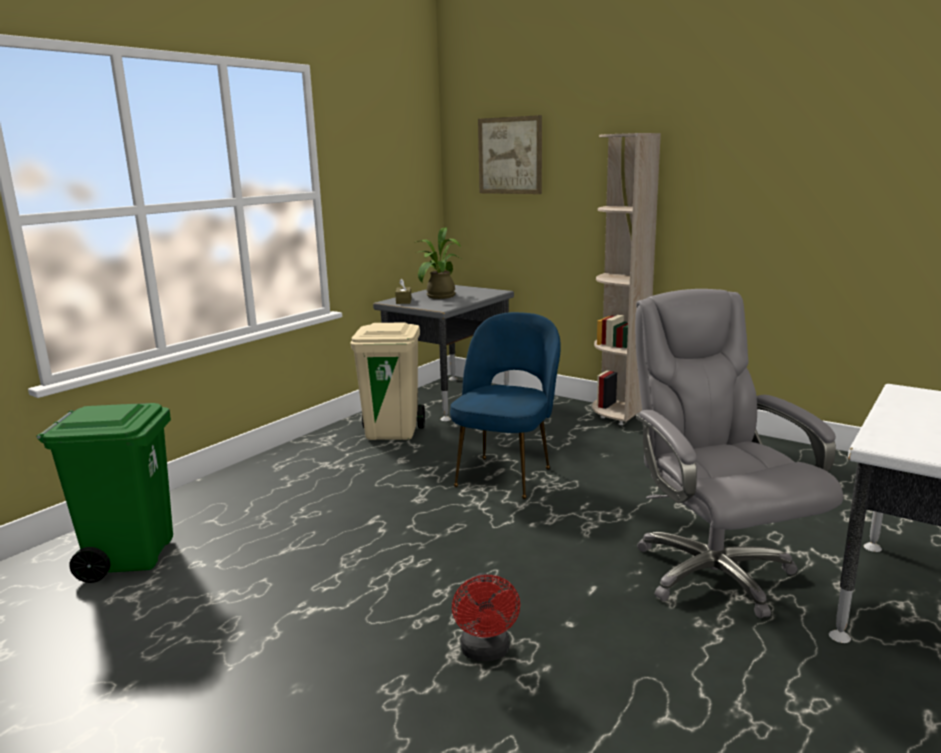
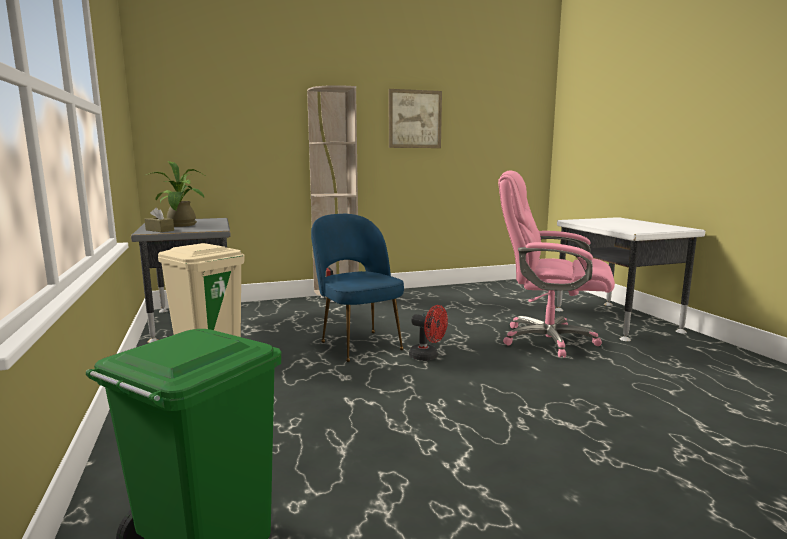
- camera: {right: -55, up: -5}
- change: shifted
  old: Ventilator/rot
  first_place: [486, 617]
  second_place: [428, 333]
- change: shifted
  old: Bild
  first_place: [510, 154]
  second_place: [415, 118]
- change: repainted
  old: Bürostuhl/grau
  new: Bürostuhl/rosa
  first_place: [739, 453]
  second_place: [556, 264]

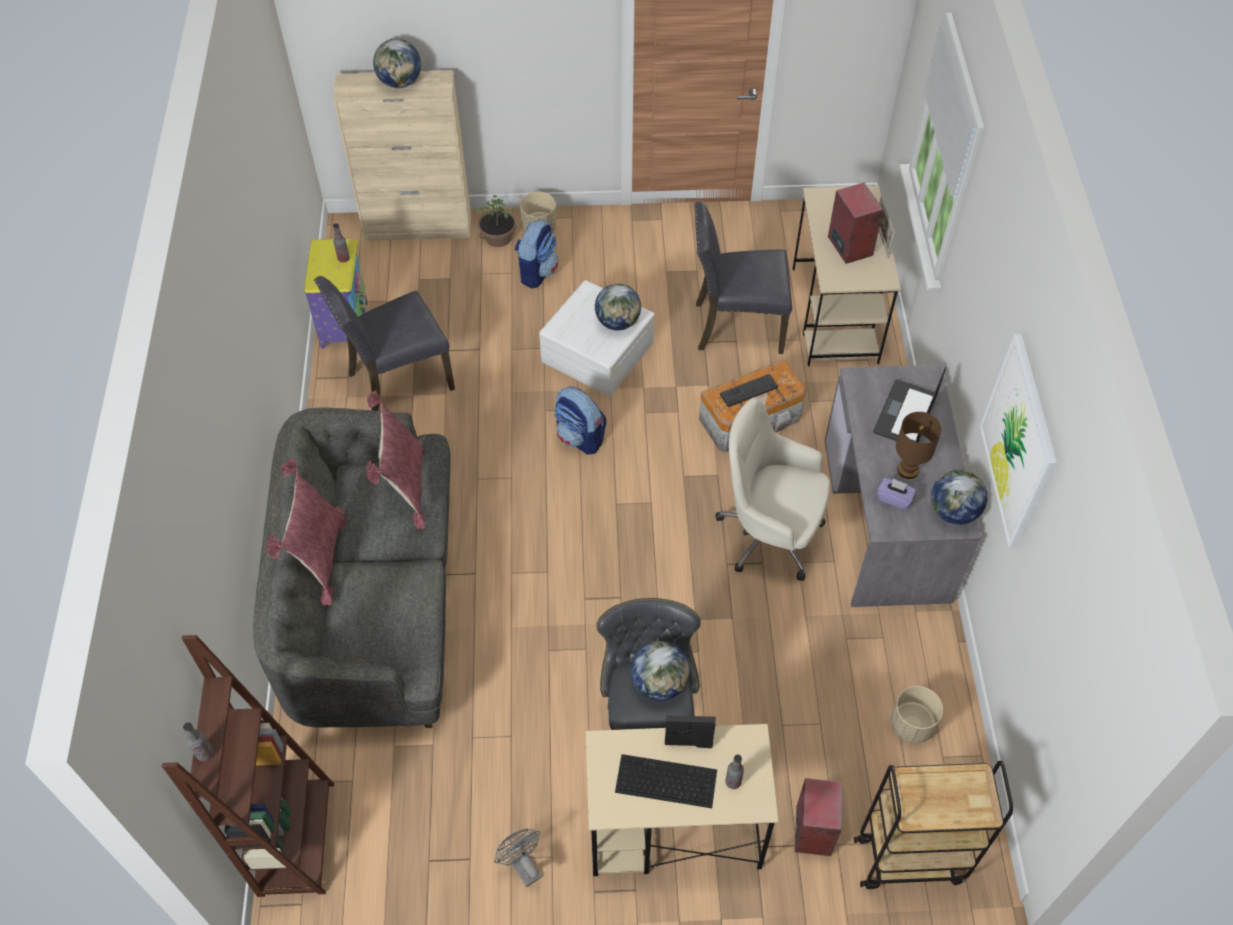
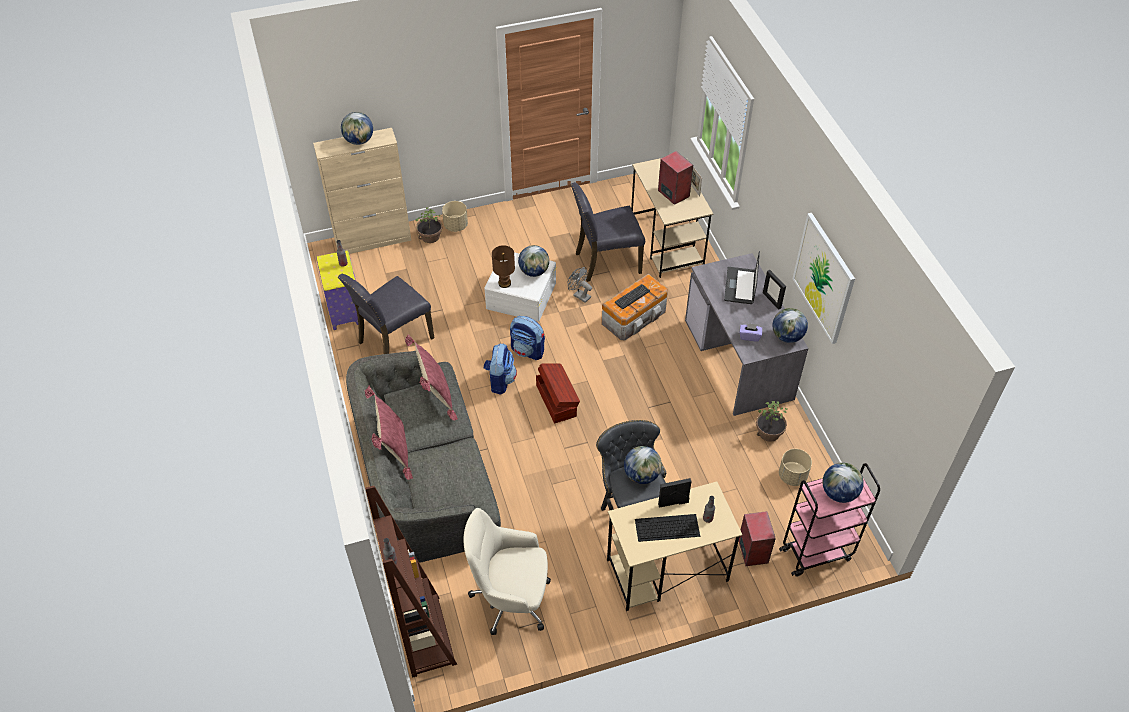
- camera: {right: -15, up: -5}
- change: shifted
  old: Ventilator/grau
  first_place: [517, 858]
  second_place: [580, 285]
- change: shifted
  old: Rucksack
  first_place: [536, 254]
  second_place: [500, 369]
- change: shifted
  old: Bürostuhl/beige
  first_place: [772, 489]
  second_place: [507, 571]
- change: repainted
  old: Rollwagen/braun
  new: Rollwagen/rosa
  first_place: [933, 825]
  second_place: [829, 520]
- change: shifted
  old: Tischlampe/braun
  first_place: [918, 445]
  second_place: [503, 266]
- change: new
  new: Aufbewahrungsbox/braun
  second_place: [558, 394]
- change: new
  new: Topfpflanze
  second_place: [771, 421]
- change: new
  new: Bilderrahmen
  second_place: [774, 290]
- change: new
  new: Globus
  second_place: [843, 482]

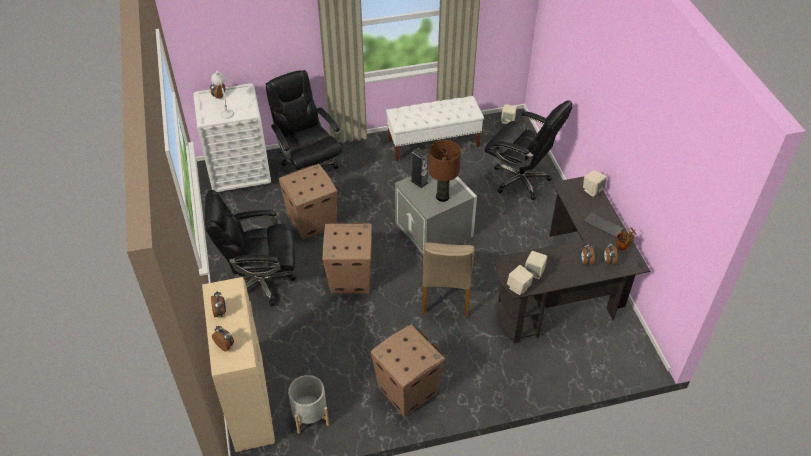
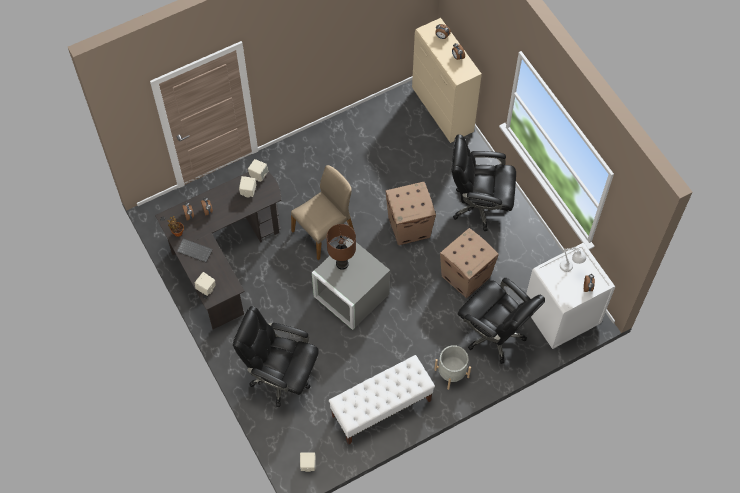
- camera: {right: 165, up: 15}
- change: rotated
  old: Bürostuhl/schwarz
  first_place: [250, 248]
  second_place: [484, 182]
  degrees: -150
- change: shifted
  old: Pflanzkübel/grau
  first_place: [308, 404]
  second_place: [452, 367]
- change: gone
  old: Karton
  first_place: [407, 370]
- change: gone
  old: Lautsprecher
  first_place: [419, 168]
- change: rotated
  old: Stuhl/beige
  first_place: [448, 279]
  second_place: [322, 212]
  degrees: 60

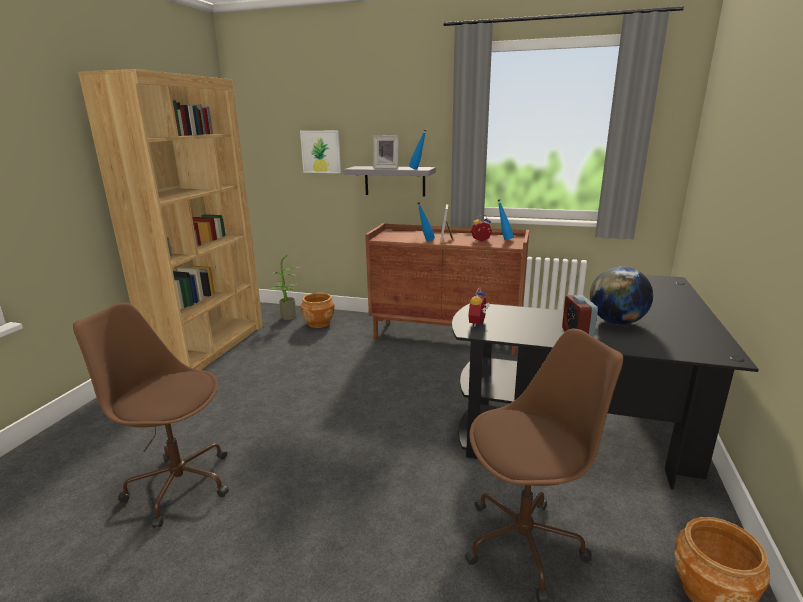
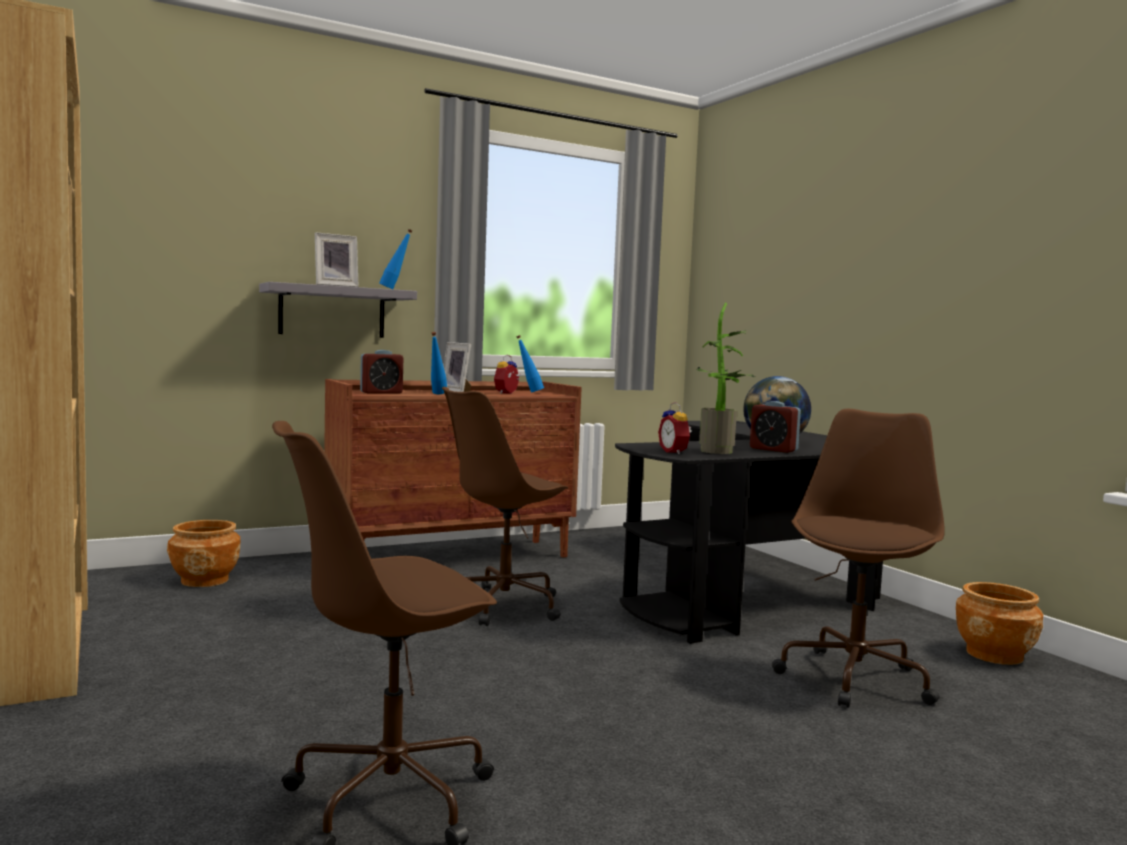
- camera: {right: -45, up: -15}
- change: shifted
  old: Topfpflanze
  first_place: [286, 287]
  second_place: [726, 378]
- change: gone
  old: Bild
  first_place: [320, 152]
- change: new
  new: Wecker
  second_place: [381, 372]
- change: new
  new: Bürostuhl/braun
  second_place: [505, 506]

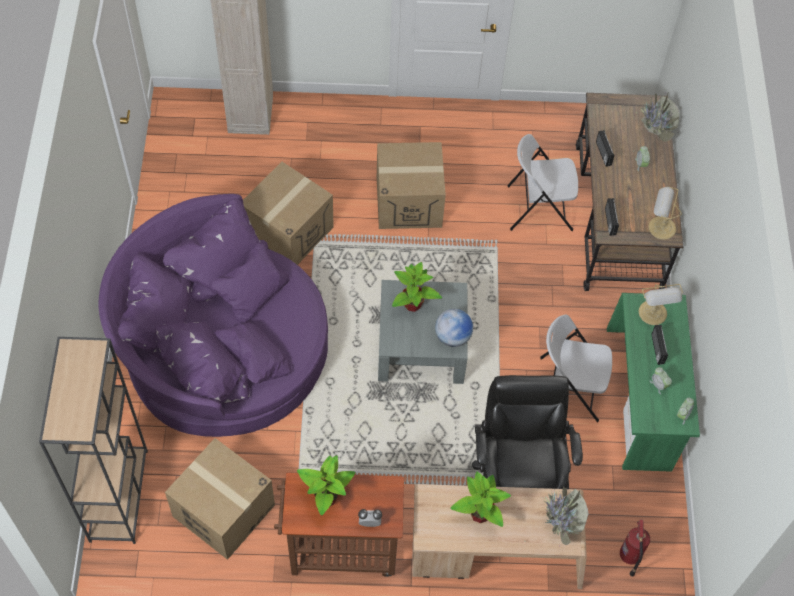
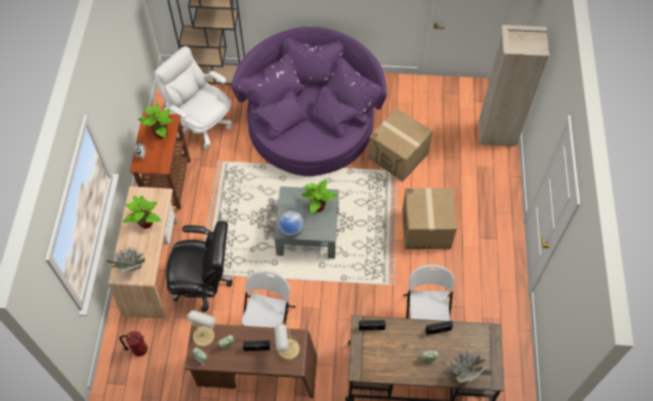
- camera: {right: 95, up: 0}
- change: swapped
  old: Karton
  new: Bürostuhl/weiß
  first_place: [220, 499]
  second_place: [193, 97]
- change: repainted
  old: Schreibtisch/grün
  new: Schreibtisch/braun
  first_place: [653, 382]
  second_place: [251, 360]
- change: shifted
  old: Tischlampe
  first_place: [665, 213]
  second_place: [200, 328]

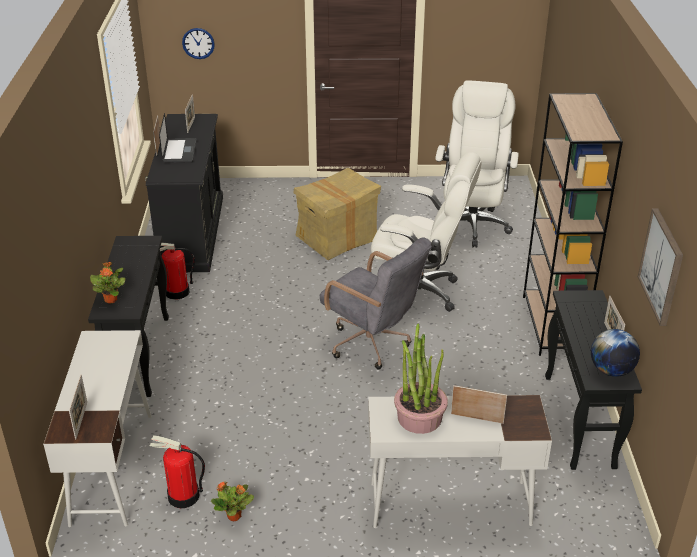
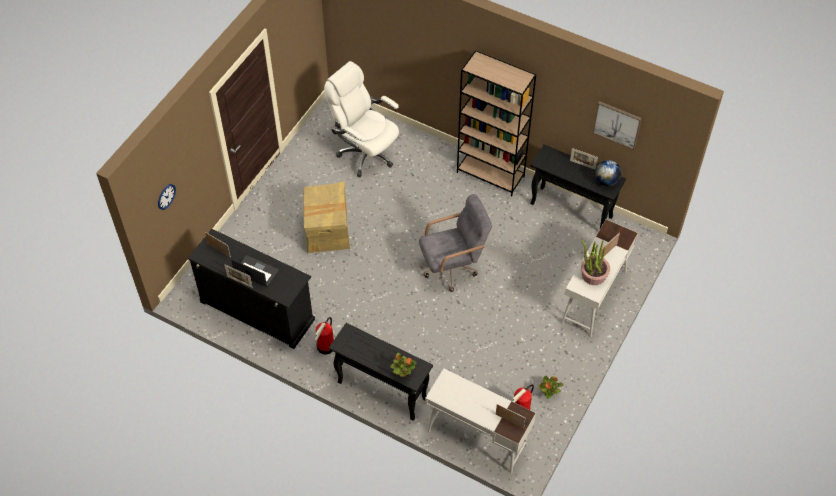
- camera: {right: -60, up: 20}
- change: gone
  old: Bürostuhl/weiß
  first_place: [426, 232]

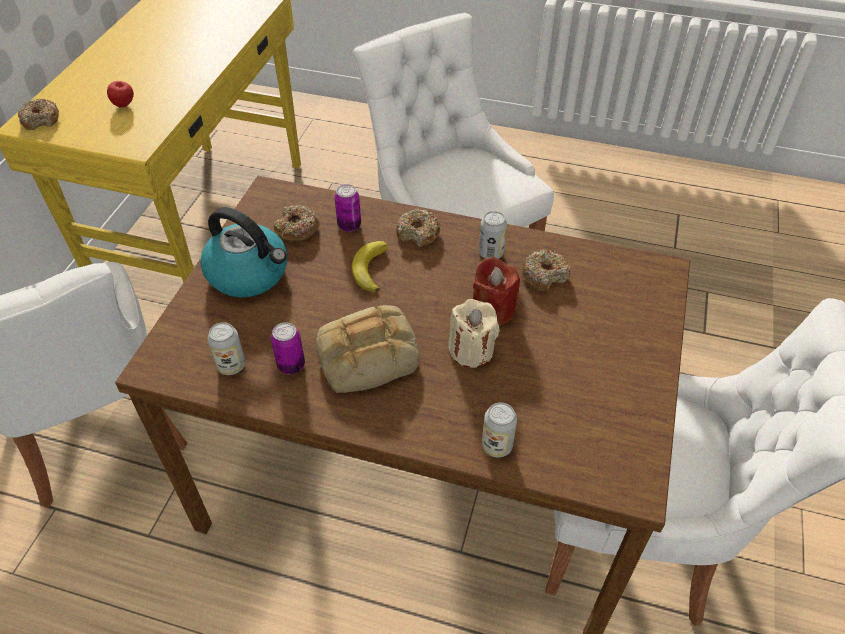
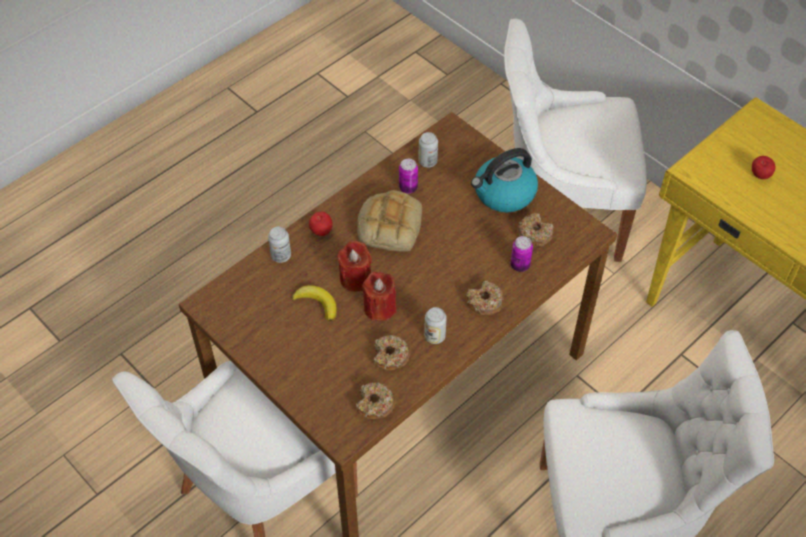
- camera: {right: 120, up: 5}
- change: shifted
  old: Donut
  first_place: [38, 114]
  second_place: [376, 400]
- change: shifted
  old: Banane
  first_place: [370, 266]
  second_place: [314, 303]
- change: repainted
  old: Kerze/beige
  new: Kerze/rot
  first_place: [474, 333]
  second_place: [354, 266]
- change: new
  new: Apfel
  second_place: [321, 224]

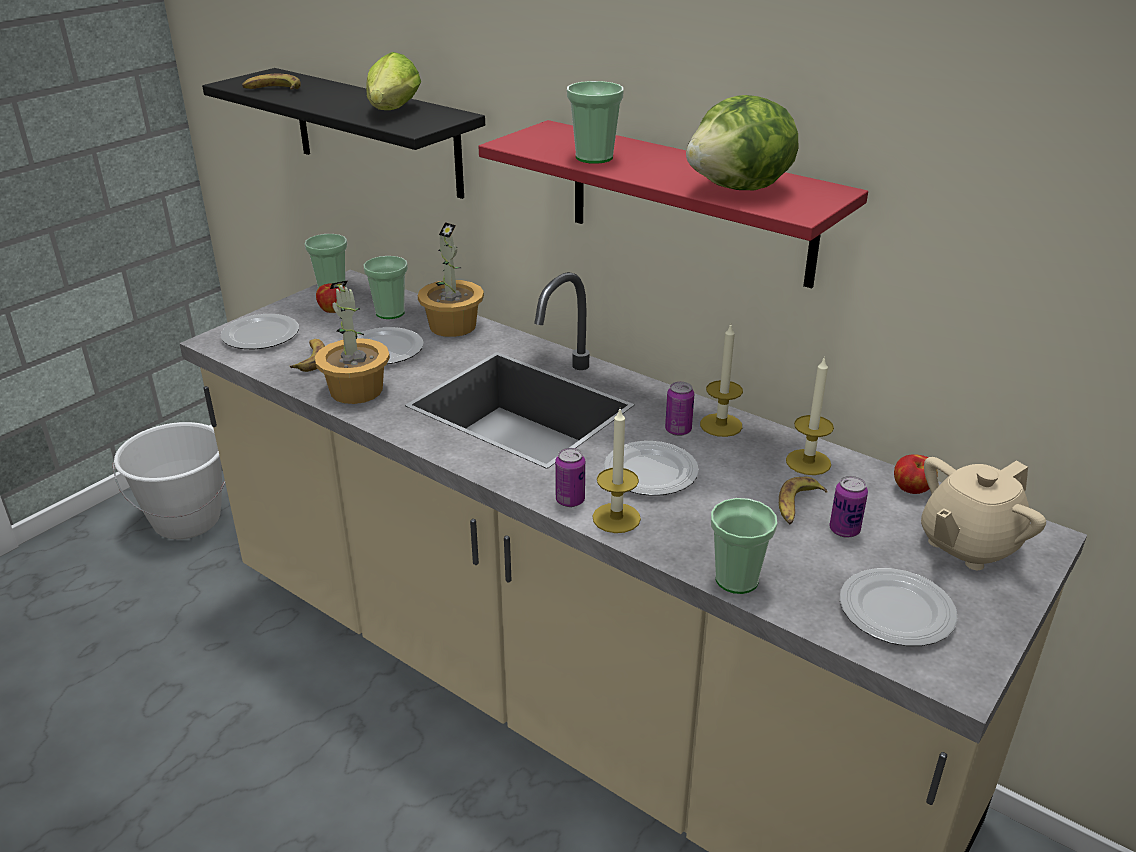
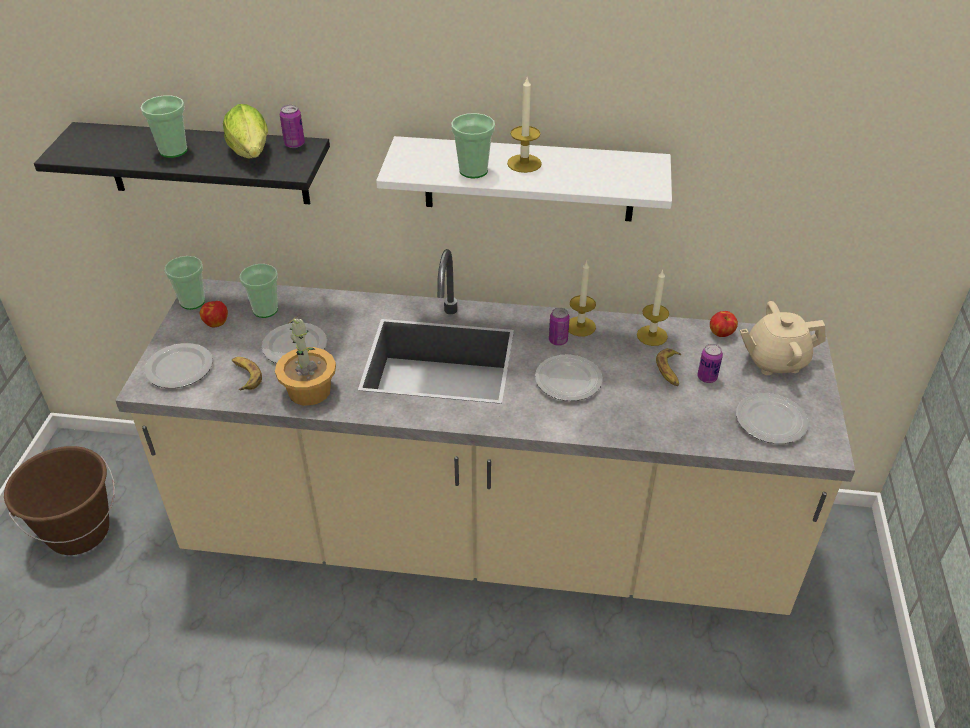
- camera: {right: -30, up: 10}
- change: repainted
  old: Eimer/weiß
  new: Eimer/braun
  first_place: [168, 480]
  second_place: [59, 500]
- change: gone
  old: Banane
  first_place: [271, 81]
- change: gone
  old: Topfpflanze
  first_place: [451, 279]
- change: repainted
  old: Wandregal/rot
  new: Wandregal/weiß
  first_place: [673, 204]
  second_place: [524, 178]
- change: shifted
  old: Dose
  first_place: [570, 477]
  second_place: [292, 126]
- change: shifted
  old: Kerze
  first_place: [616, 471]
  second_place: [524, 124]
- change: gone
  old: Salatkopf
  first_place: [742, 142]
- change: shifted
  old: Tasse
  first_place: [744, 546]
  second_place: [164, 126]
- change: rotated
  old: Teekanne/beige
  first_place: [983, 513]
  second_place: [783, 338]
  degrees: 60

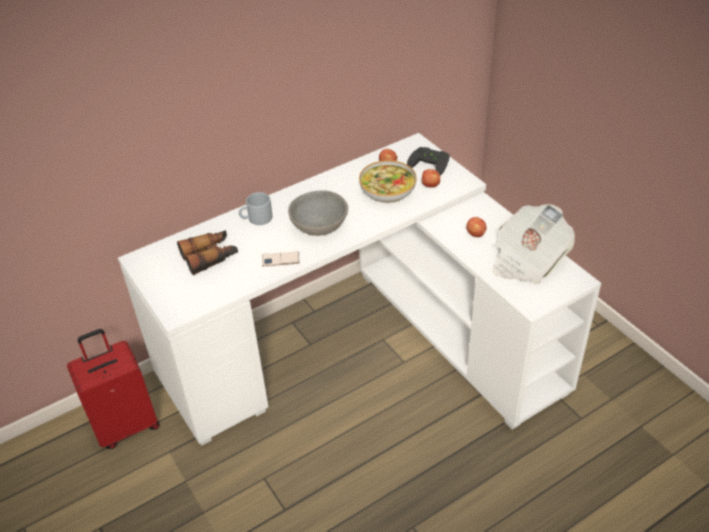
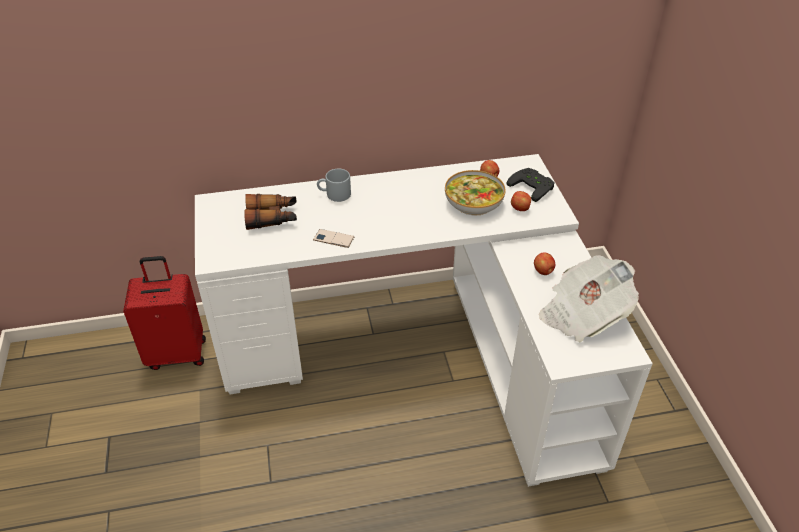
- camera: {right: 20, up: 0}
- change: gone
  old: Schüssel/grau
  first_place: [318, 213]

